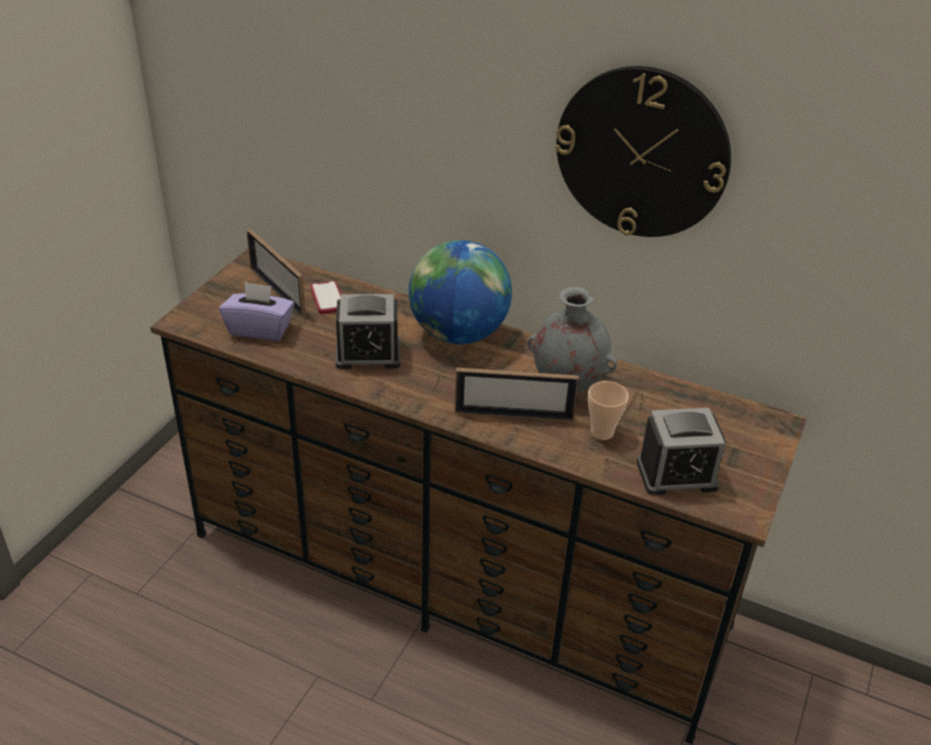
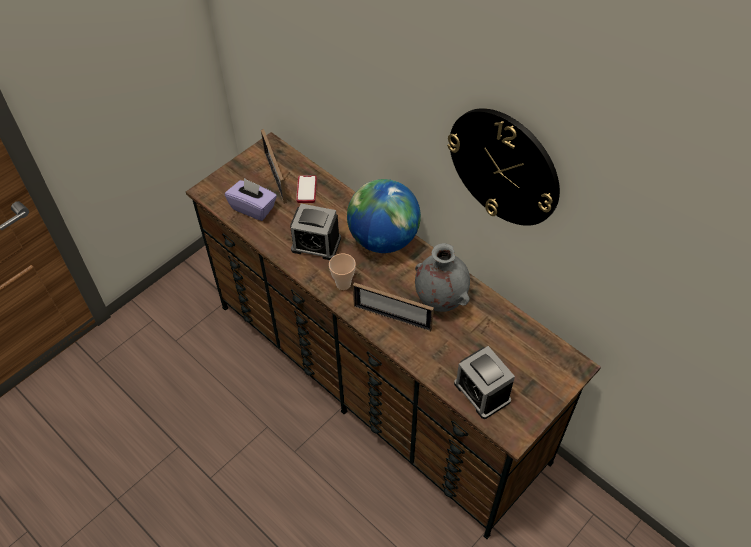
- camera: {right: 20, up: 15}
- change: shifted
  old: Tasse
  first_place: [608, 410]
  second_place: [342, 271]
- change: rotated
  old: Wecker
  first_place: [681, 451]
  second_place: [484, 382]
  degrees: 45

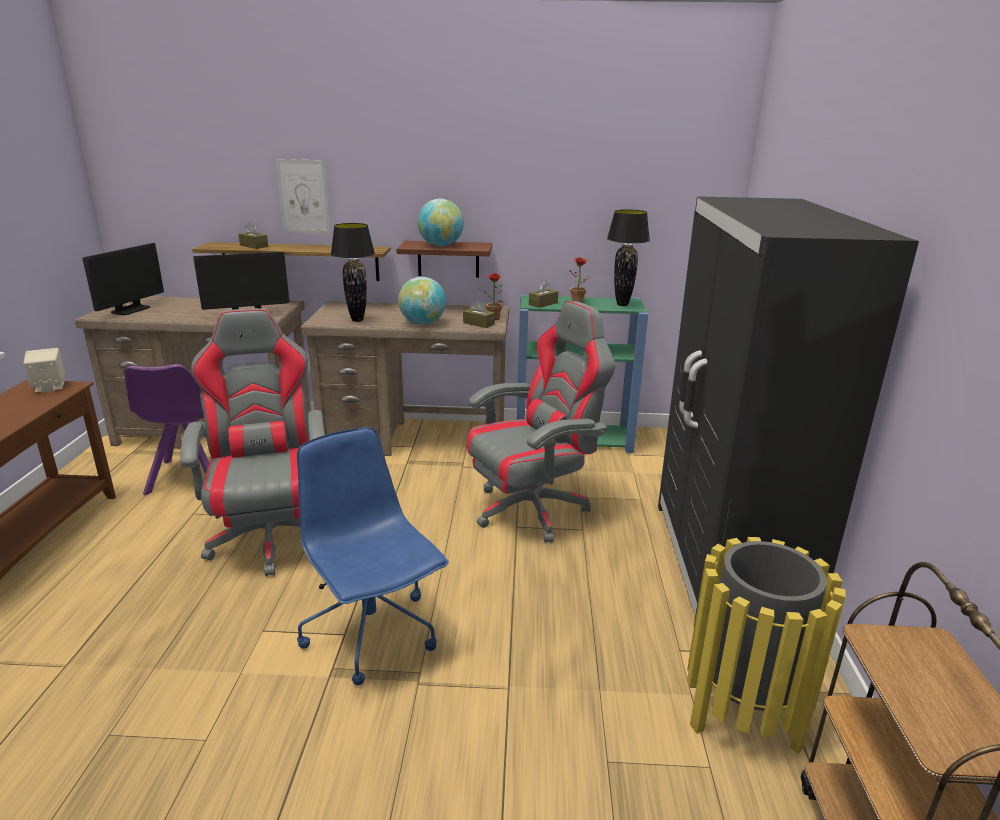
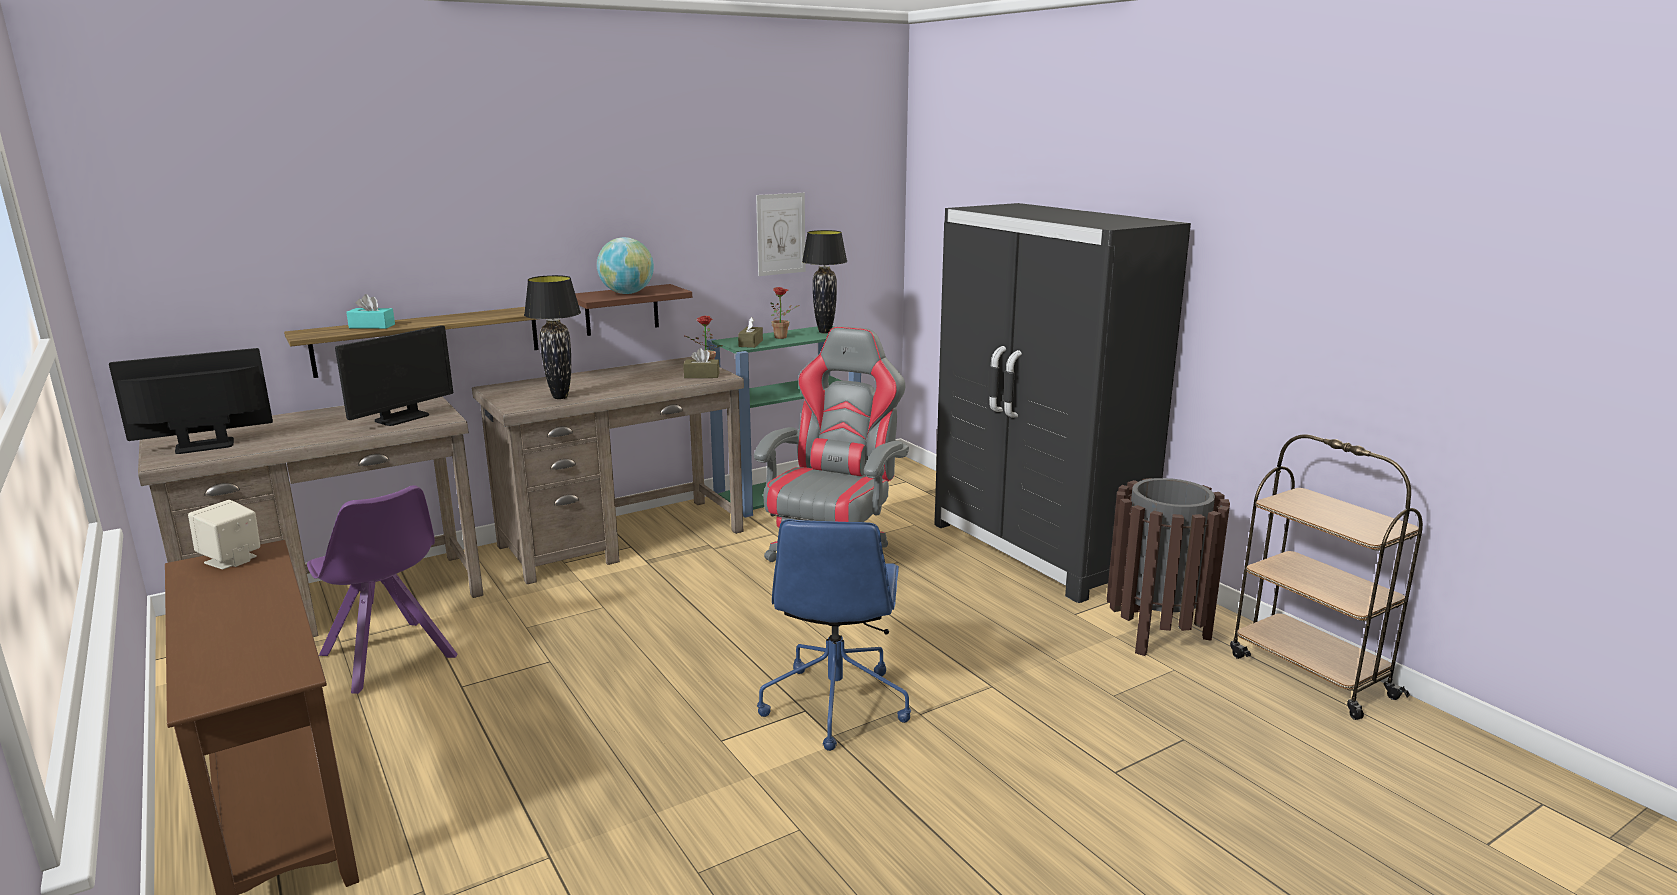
- camera: {right: -35, up: -5}
- change: rotated
  old: Monitor
  first_place: [123, 279]
  second_place: [191, 401]
  degrees: -105
- change: gone
  old: Bürostuhl/grau
  first_place: [252, 442]
- change: repainted
  old: Taschentuchbox/braun
  new: Taschentuchbox/türkis
  first_place: [253, 236]
  second_place: [370, 311]
- change: shifted
  old: Bild
  first_place: [303, 196]
  second_place: [781, 234]
- change: rotated
  old: Bürostuhl/blau
  first_place: [373, 556]
  second_place: [834, 635]
  degrees: -105
- change: gone
  old: Globus
  first_place: [422, 301]
- change: repainted
  old: Mülleimer/gelb
  new: Mülleimer/braun
  first_place: [766, 645]
  second_place: [1168, 567]

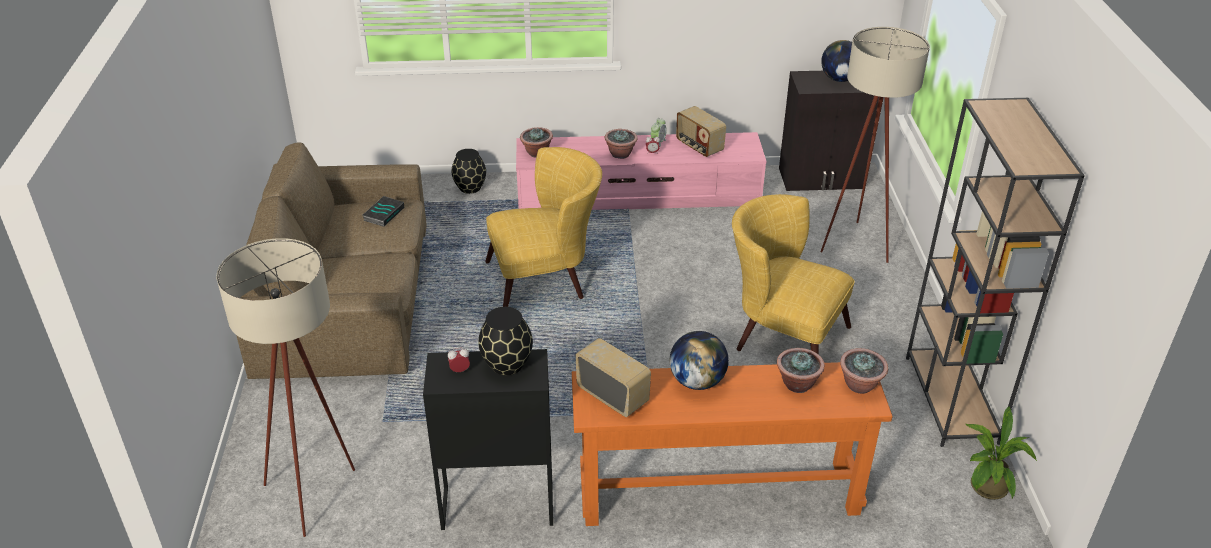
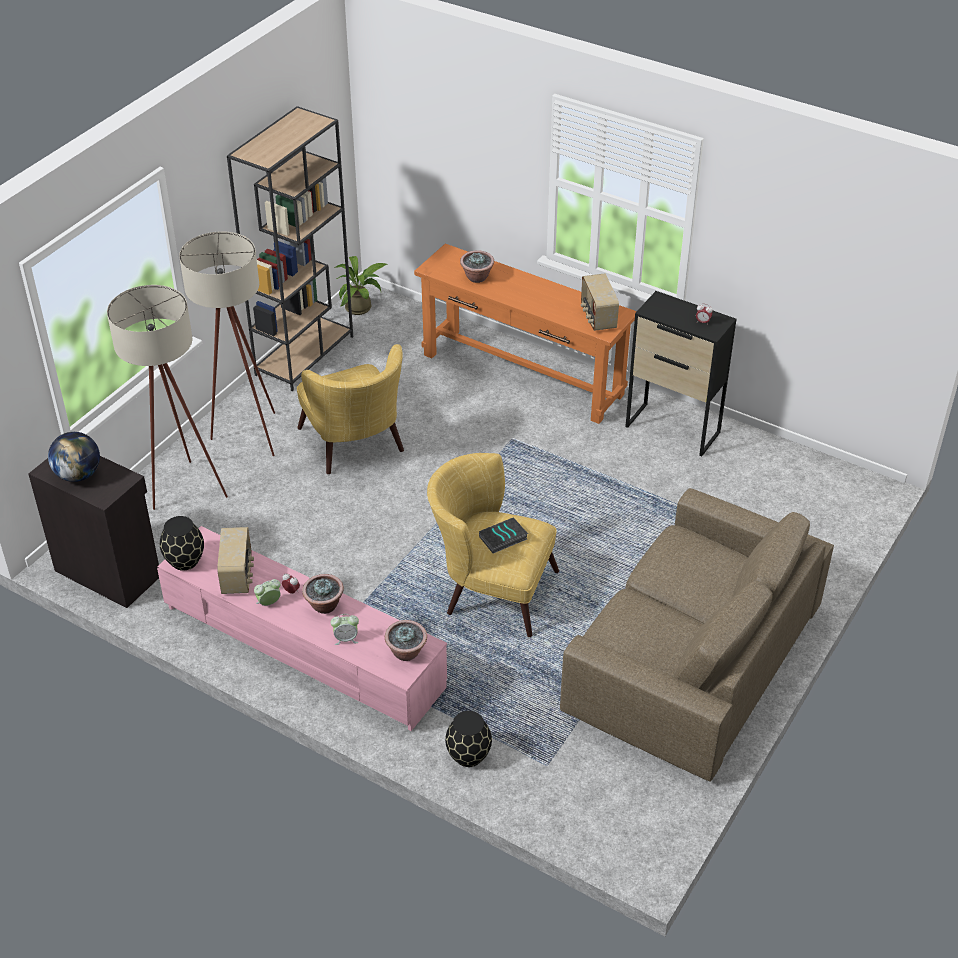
- camera: {right: -145, up: 5}
- change: shifted
  old: Stehlampe/beige
  first_place: [285, 387]
  second_place: [227, 343]
- change: shifted
  old: Buch
  first_place: [383, 211]
  second_place: [503, 535]
- change: shifted
  old: Vase/schwarz
  first_place: [505, 341]
  second_place: [182, 543]
- change: gone
  old: Globus
  first_place: [699, 360]
- change: gone
  old: Topfpflanze
  first_place: [864, 371]
- change: new
  new: Wecker
  second_place: [345, 629]

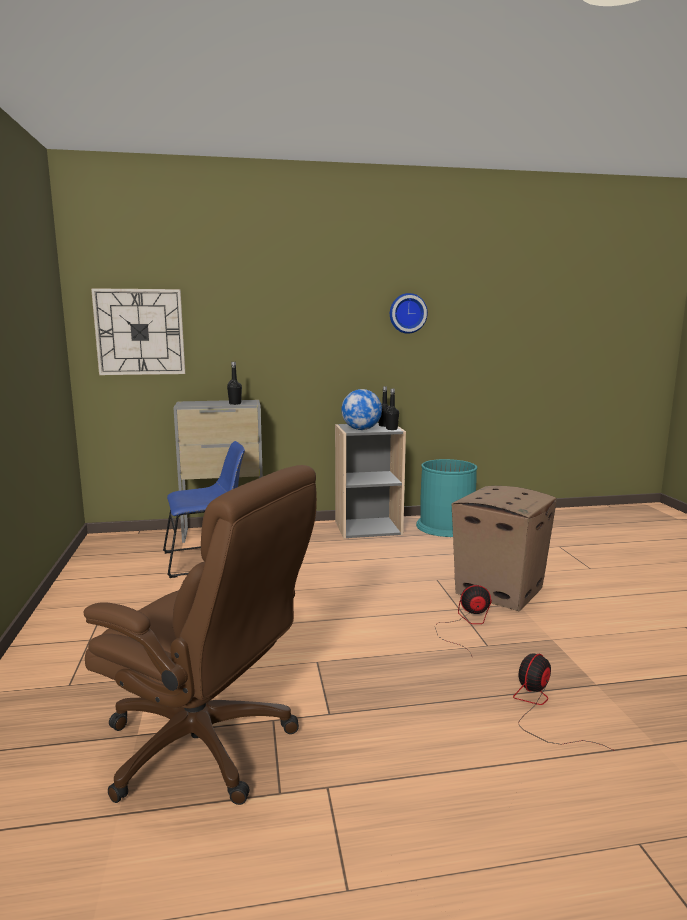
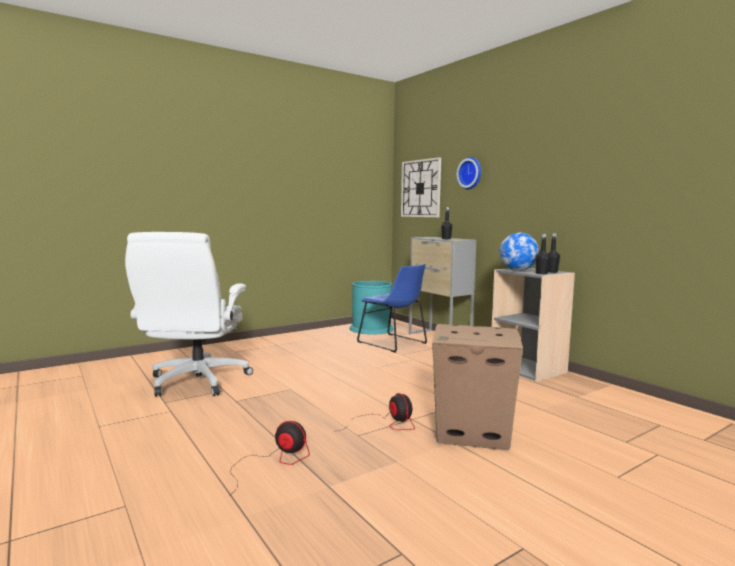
- camera: {right: 65, up: -5}
- change: repainted
  old: Bürostuhl/braun
  new: Bürostuhl/weiß
  first_place: [200, 635]
  second_place: [189, 314]
- change: shifted
  old: Wanduhr
  first_place: [409, 313]
  second_place: [469, 173]
- change: shifted
  old: Mülleimer/türkis
  first_place: [446, 498]
  second_place: [372, 308]

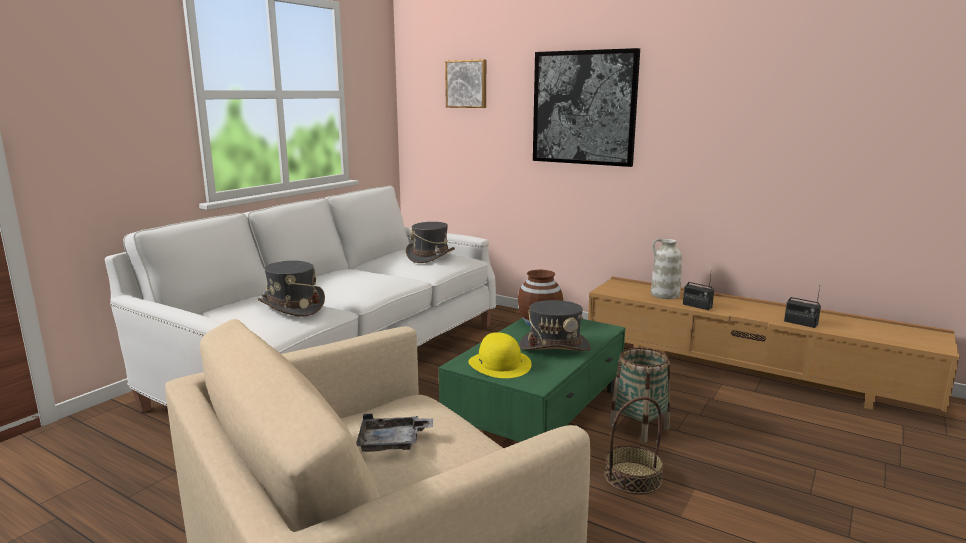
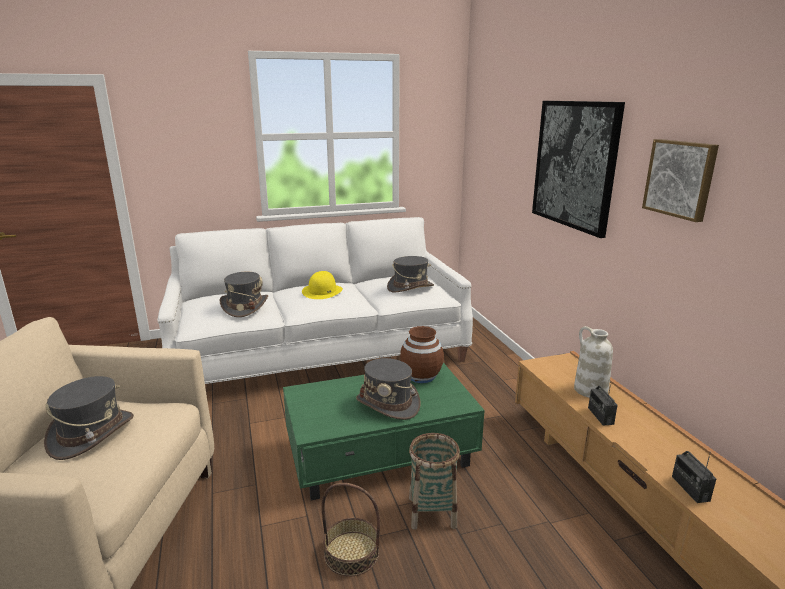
- camera: {right: 40, up: 5}
- change: swapped
  old: Tablett/grau
  new: Hut/grau
  first_place: [394, 432]
  second_place: [89, 418]
- change: shifted
  old: Bild
  first_place: [465, 83]
  second_place: [680, 180]
- change: shifted
  old: Hut/gelb
  first_place: [500, 355]
  second_place: [322, 285]

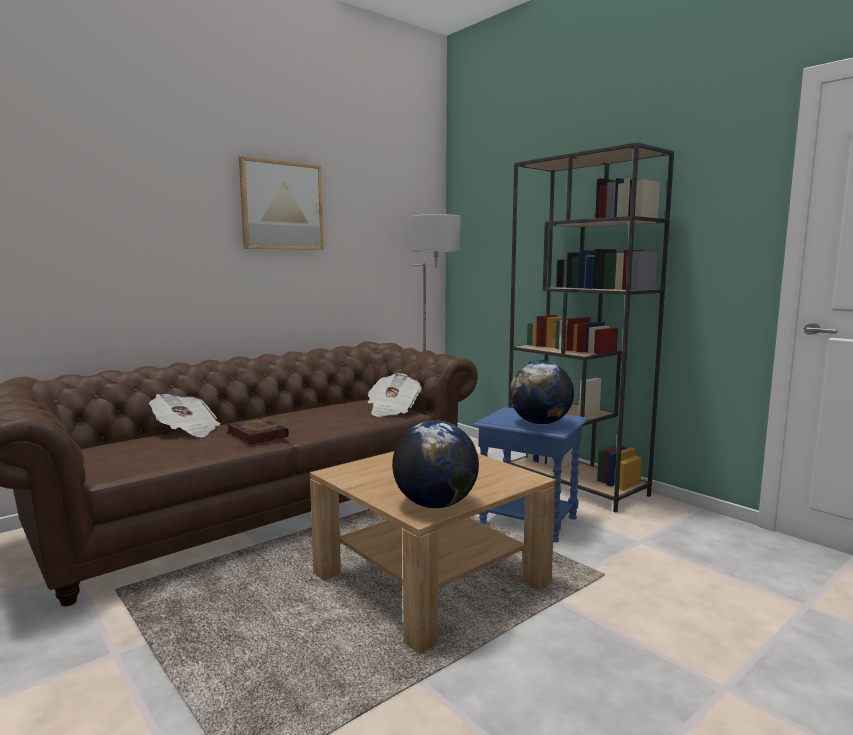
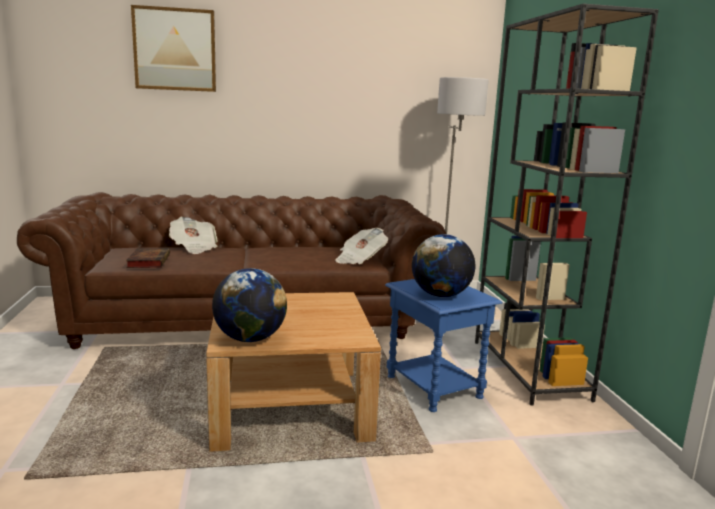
- camera: {right: 30, up: 5}
- change: shifted
  old: Buch
  first_place: [257, 431]
  second_place: [148, 258]
- change: shifted
  old: Bild
  first_place: [281, 203]
  second_place: [173, 48]

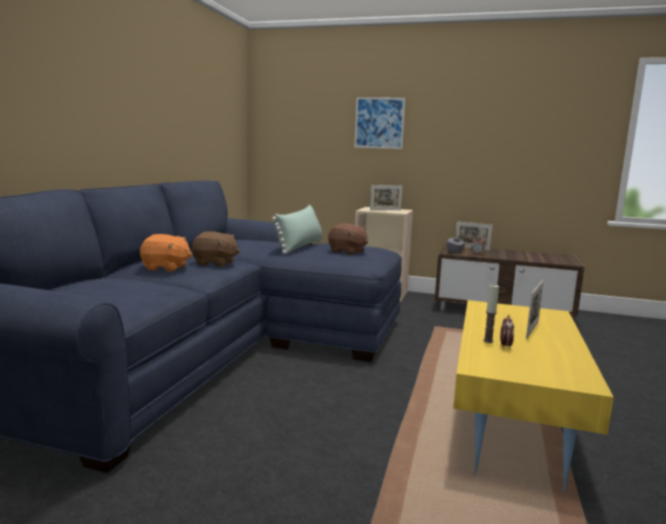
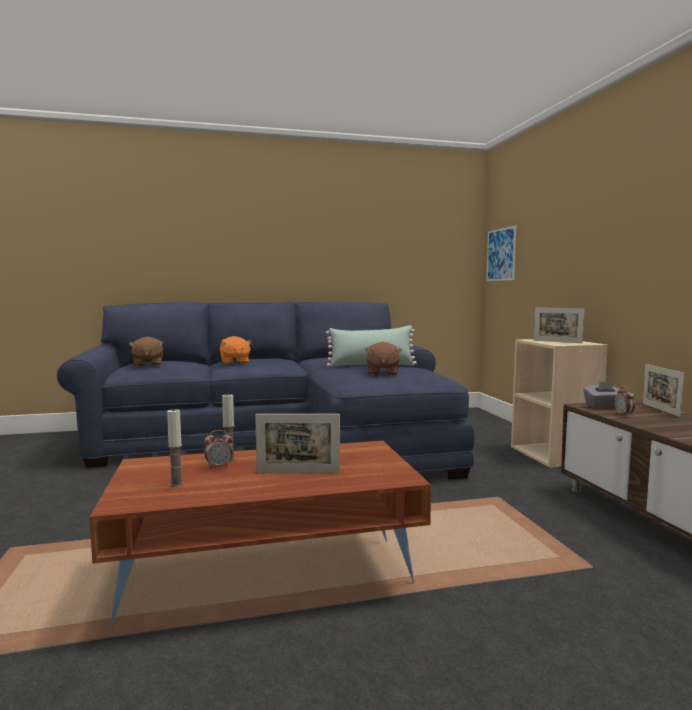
- camera: {right: 60, up: -5}
- change: shifted
  old: Plüschtier/braun
  first_place: [216, 249]
  second_place: [146, 352]
- change: shifted
  old: Bild
  first_place: [380, 123]
  second_place: [501, 253]
- change: repainted
  old: Couchtisch/gelb
  new: Couchtisch/braun
  first_place: [533, 397]
  second_place: [260, 533]
- change: new
  new: Kerze
  second_place: [175, 447]

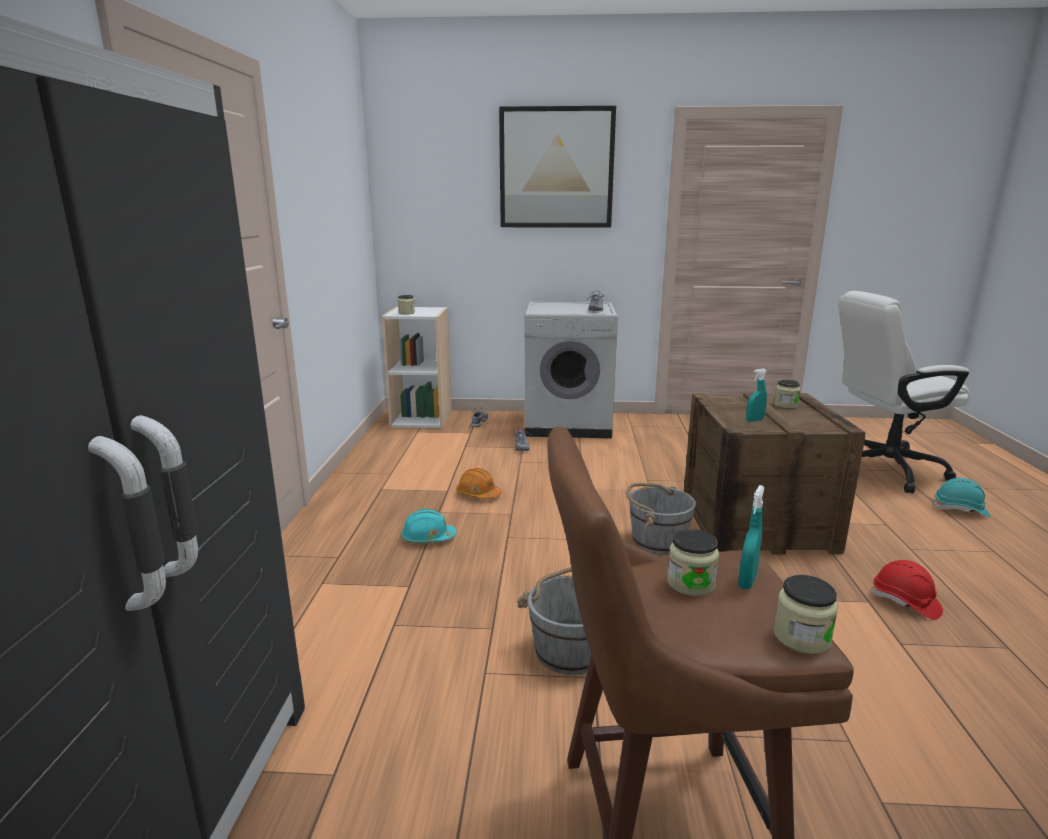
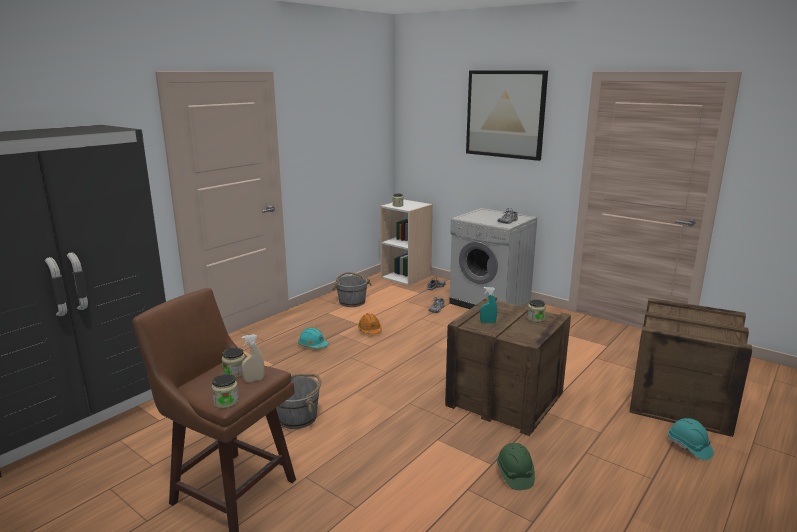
- camera: {right: 35, up: 0}
- change: shifted
  old: Eimer/grau
  first_place: [661, 519]
  second_place: [352, 289]
- change: repainted
  old: Sprühflasche/türkis
  new: Sprühflasche/beige
  first_place: [751, 537]
  second_place: [252, 358]
- change: swapped
  old: Bürostuhl/weiß
  new: Kiste
  first_place: [904, 392]
  second_place: [690, 367]
- change: repainted
  old: Schutzhelm/rot
  new: Schutzhelm/grün
  first_place: [907, 590]
  second_place: [516, 466]

